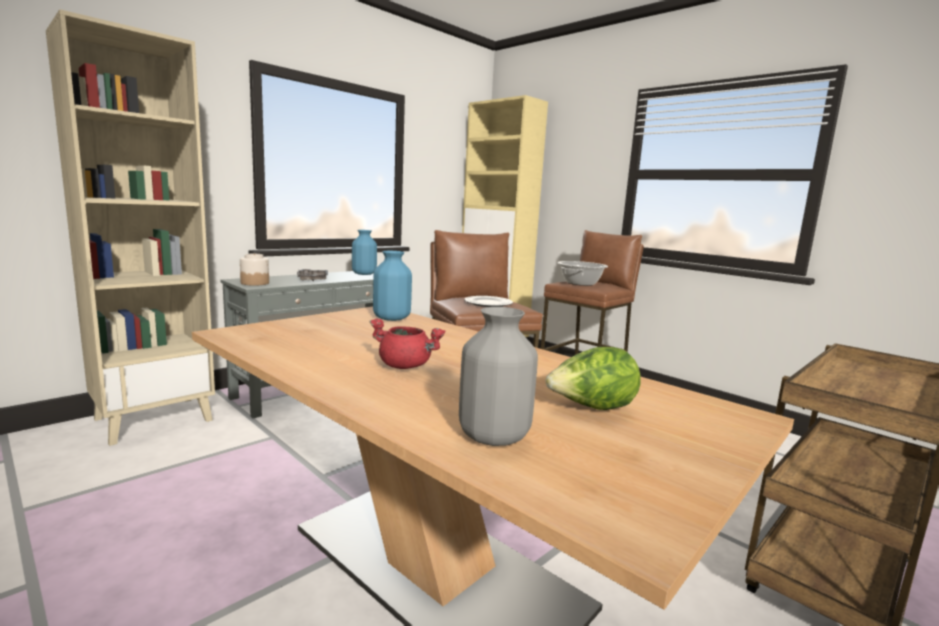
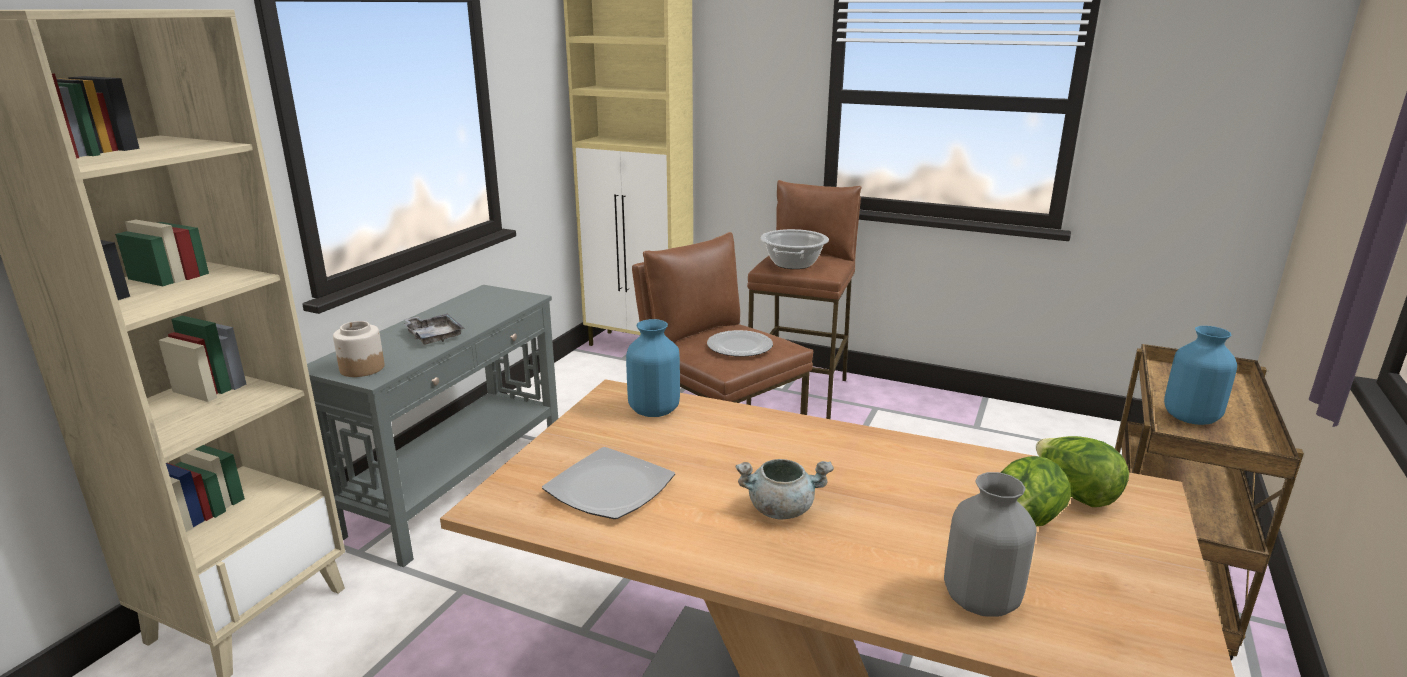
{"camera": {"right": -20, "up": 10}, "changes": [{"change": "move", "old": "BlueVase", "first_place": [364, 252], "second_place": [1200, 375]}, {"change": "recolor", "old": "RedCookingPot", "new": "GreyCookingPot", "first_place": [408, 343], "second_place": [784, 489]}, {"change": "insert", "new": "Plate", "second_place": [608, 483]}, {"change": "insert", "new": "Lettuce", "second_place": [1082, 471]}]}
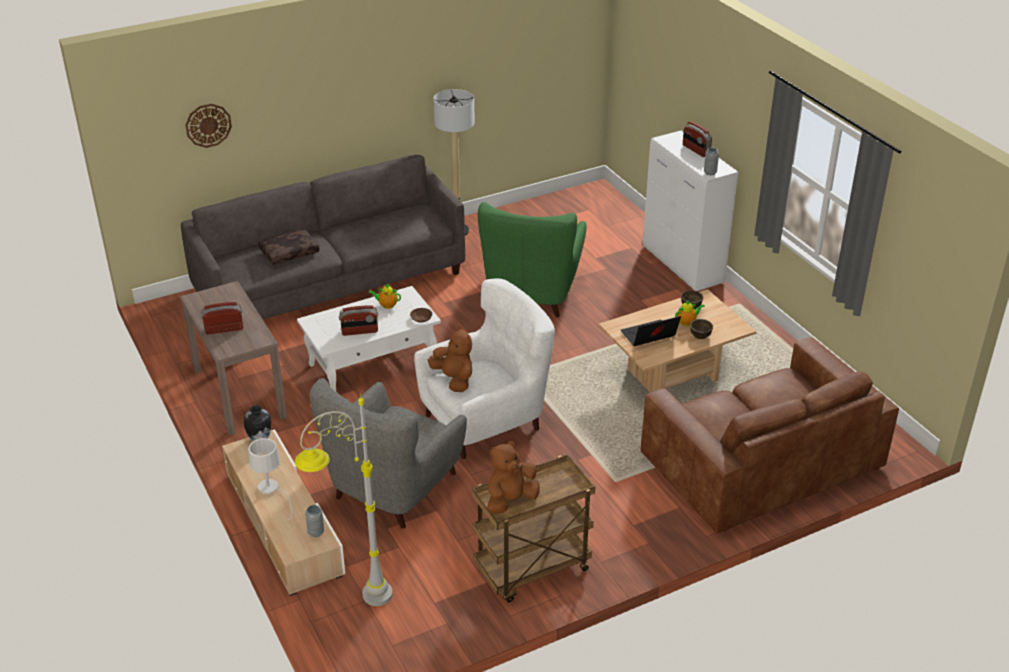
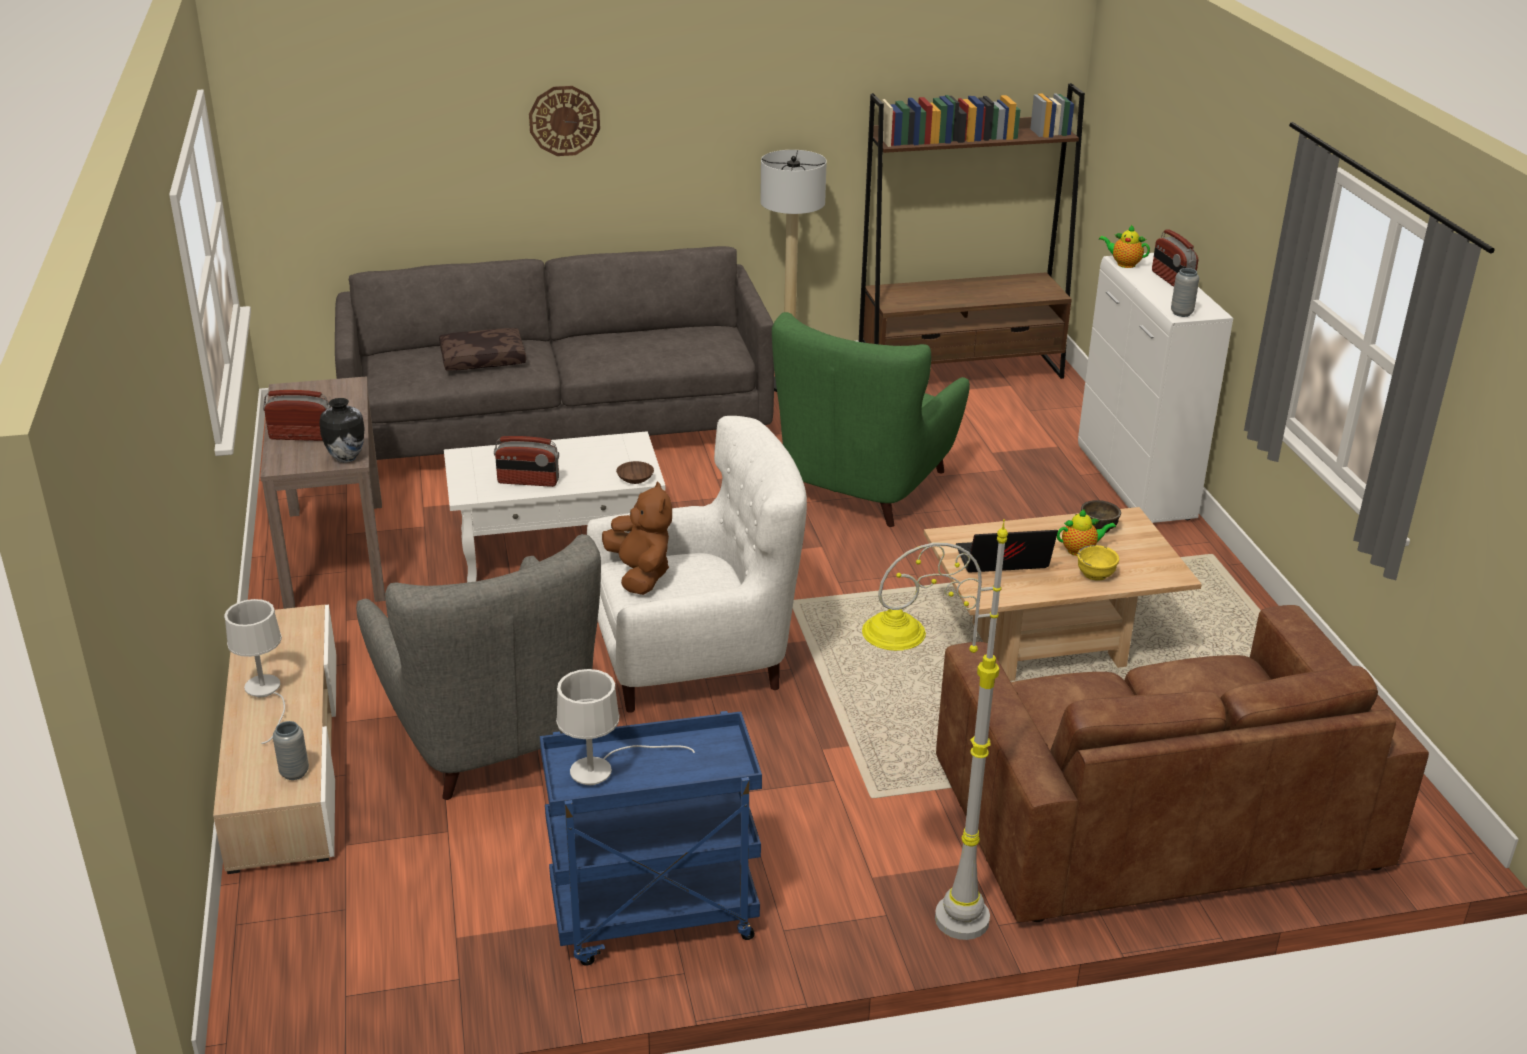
{"camera": {"right": 15, "up": -5}, "changes": [{"change": "move", "old": "WallClock", "first_place": [208, 126], "second_place": [564, 121]}, {"change": "move", "old": "Vase", "first_place": [257, 423], "second_place": [341, 430]}, {"change": "move", "old": "GreyFloorLamp", "first_place": [344, 500], "second_place": [935, 729]}, {"change": "rotate", "old": "GreyArmchair", "first_place": [388, 453], "second_place": [478, 667], "degrees": -75}, {"change": "move", "old": "Teapot", "first_place": [384, 296], "second_place": [1124, 246]}, {"change": "recolor", "old": "BrownCart", "new": "BlueCart", "first_place": [533, 528], "second_place": [651, 838]}, {"change": "replace", "old": "BrownPlushToy", "new": "WhiteTableLamp", "first_place": [513, 477], "second_place": [625, 727]}, {"change": "recolor", "old": "BrownBowl", "new": "YellowBowl", "first_place": [701, 329], "second_place": [1098, 563]}, {"change": "insert", "new": "BrownBookcase", "second_place": [972, 231]}]}
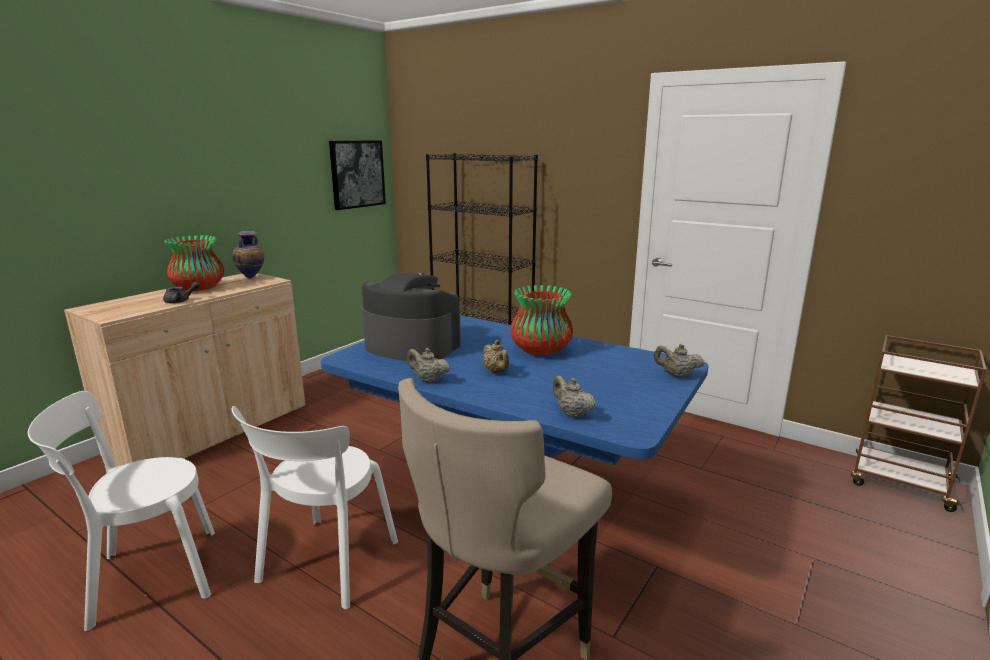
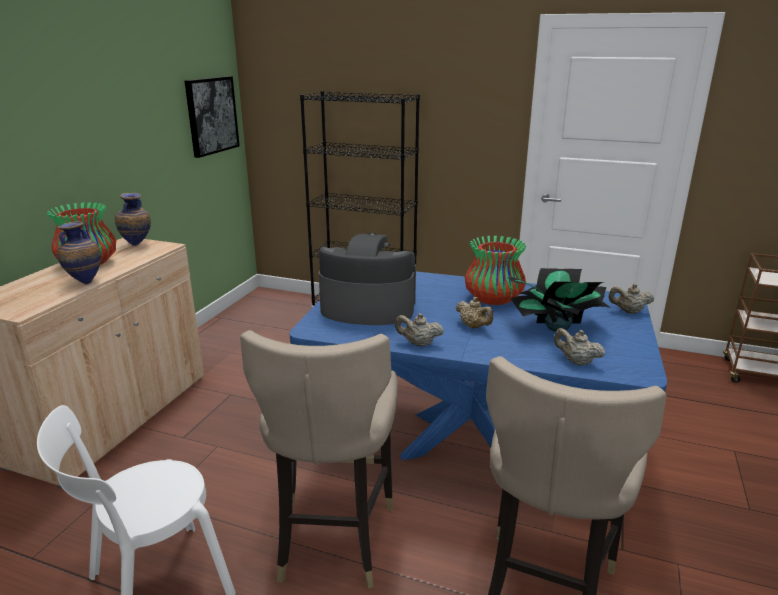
{"camera": {"right": -15, "up": 5}, "changes": [{"change": "replace", "old": "GreyTeapot", "new": "Vase", "first_place": [181, 292], "second_place": [79, 253]}, {"change": "replace", "old": "WhiteChair", "new": "BeigeStool", "first_place": [315, 507], "second_place": [319, 459]}, {"change": "insert", "new": "PottedPlant", "second_place": [560, 300]}]}
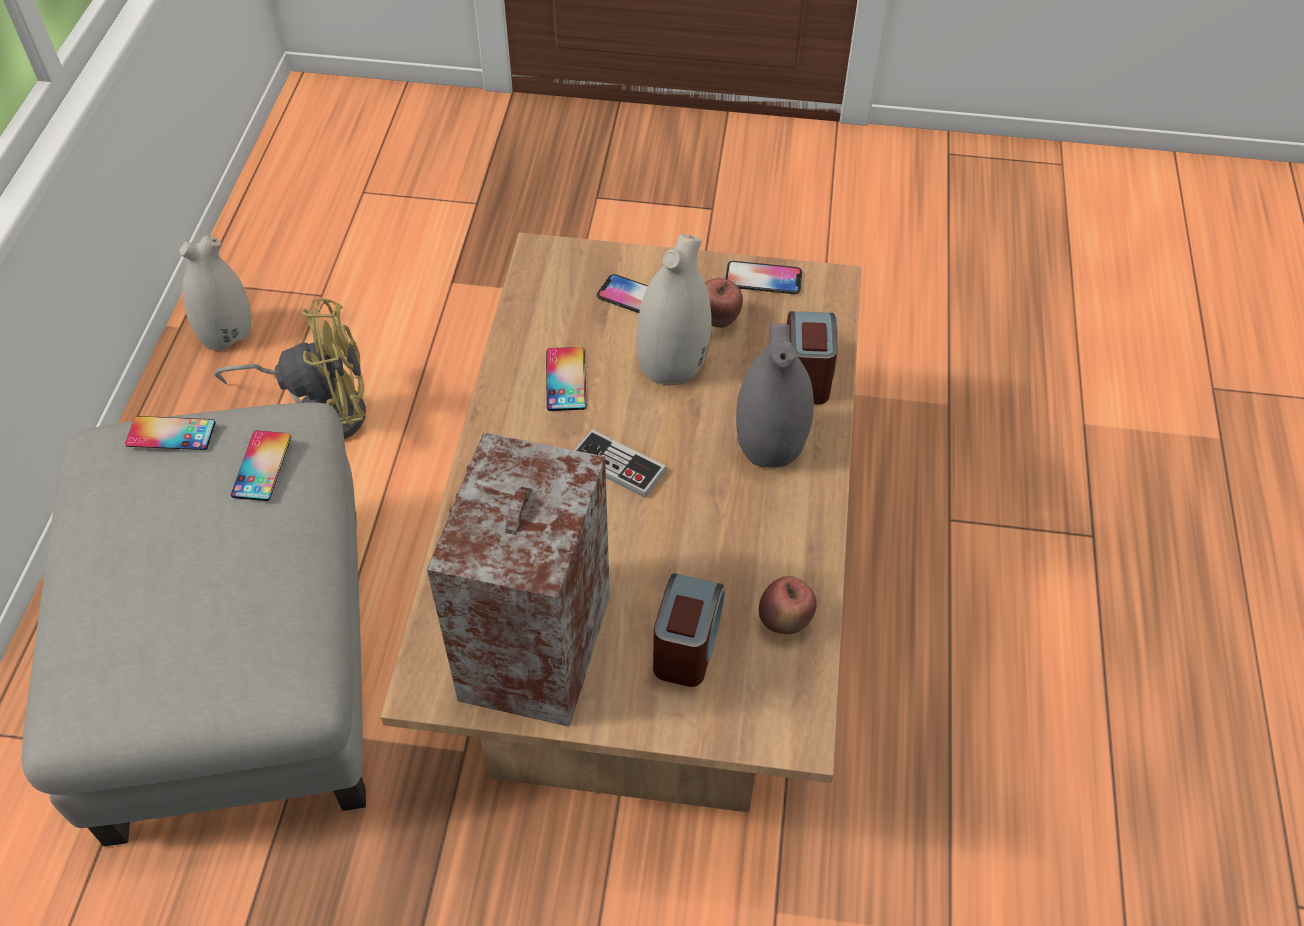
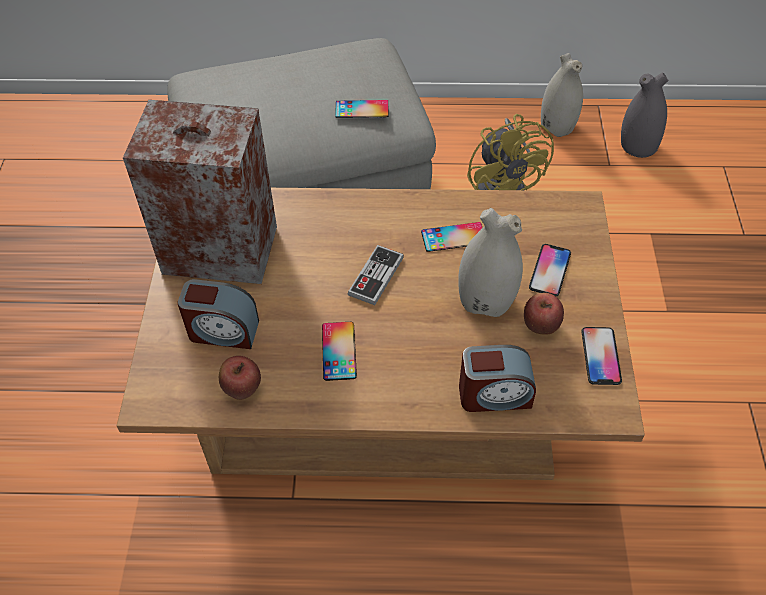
{"camera": {"right": 85, "up": 0}, "changes": [{"change": "move", "old": "Phone", "first_place": [170, 433], "second_place": [339, 351]}, {"change": "move", "old": "GreyVase", "first_place": [775, 396], "second_place": [645, 115]}]}
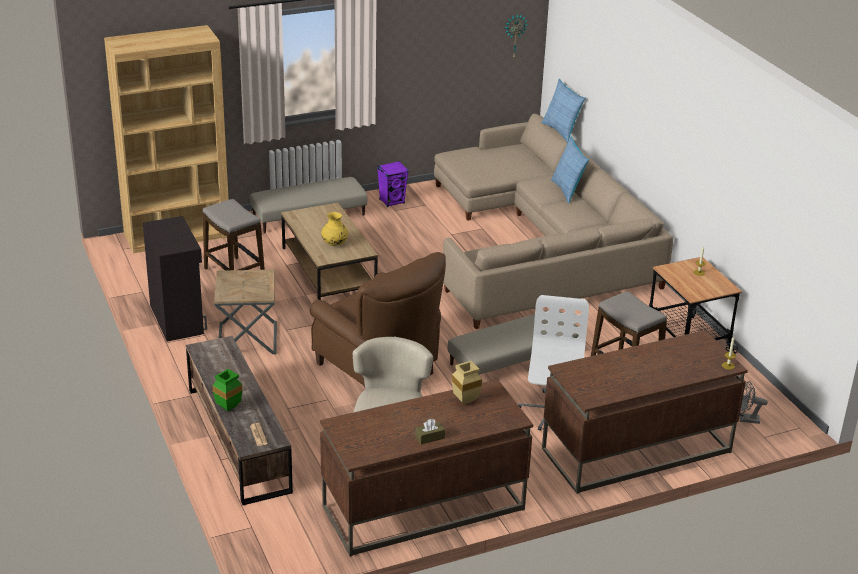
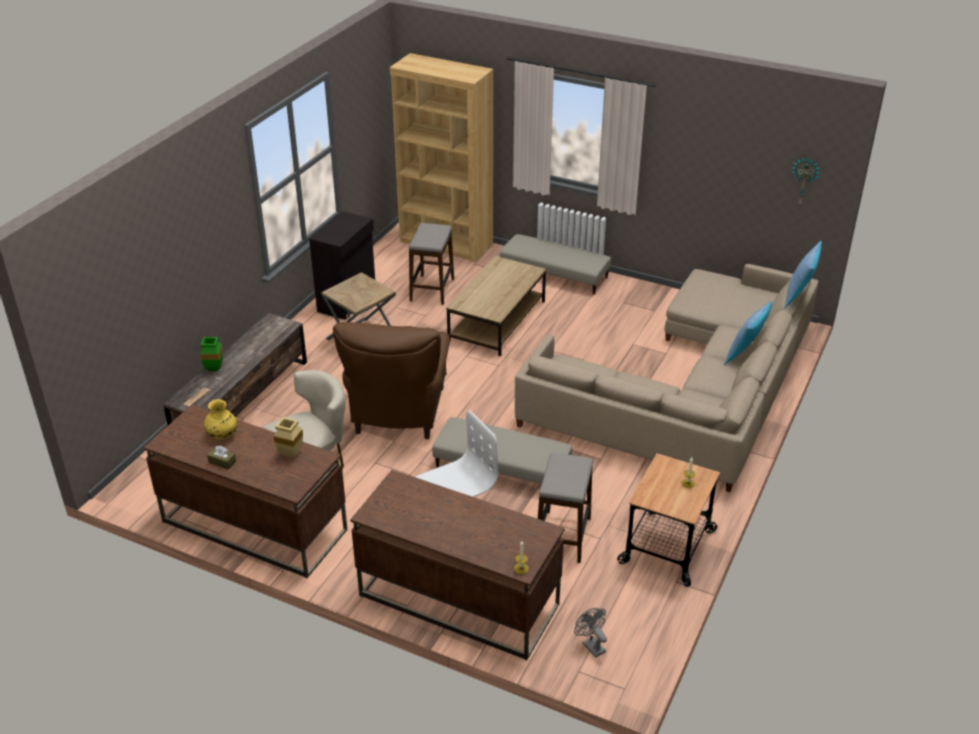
{"camera": {"right": 50, "up": 5}, "changes": [{"change": "move", "old": "YellowVase", "first_place": [334, 229], "second_place": [220, 419]}, {"change": "delete", "old": "PurpleSpeaker", "first_place": [393, 184]}]}
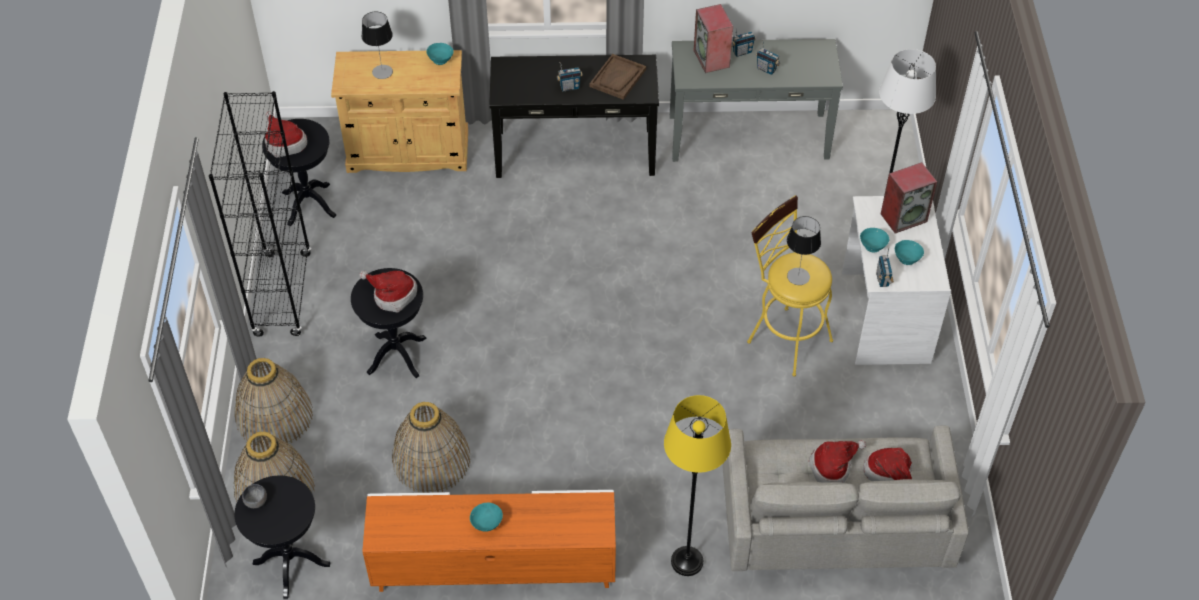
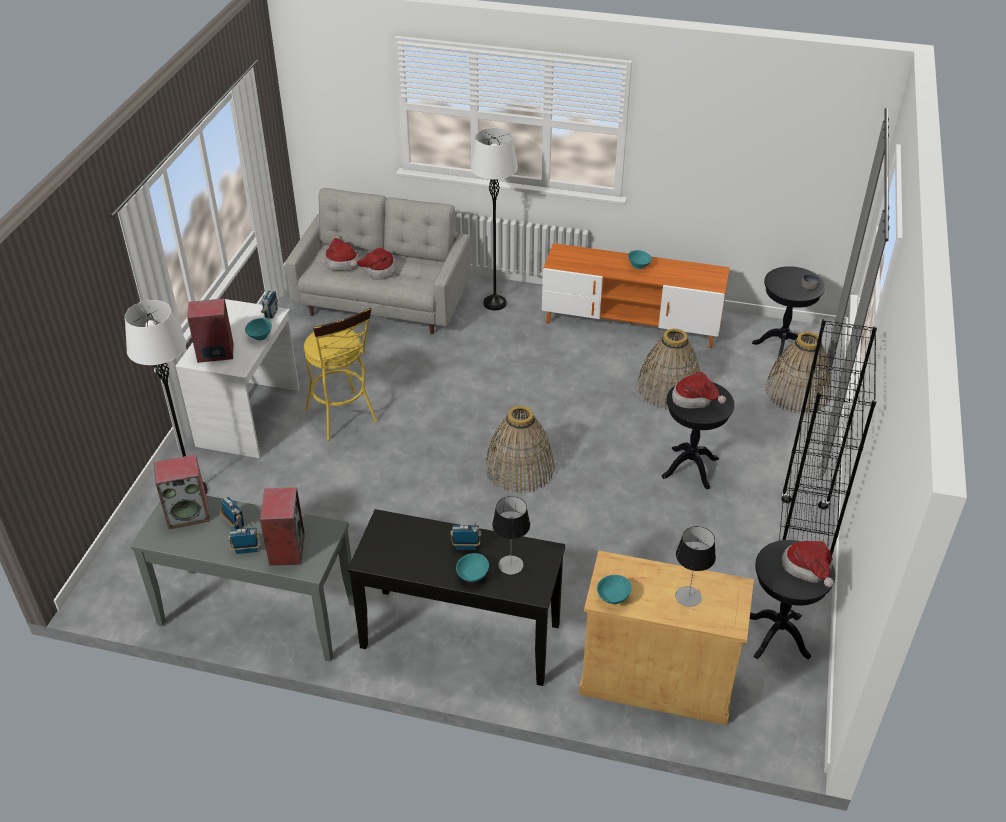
{"camera": {"right": -165, "up": -10}, "changes": [{"change": "move", "old": "Basket", "first_place": [274, 403], "second_place": [520, 449]}, {"change": "delete", "old": "BrownTray", "first_place": [618, 77]}, {"change": "recolor", "old": "YellowFloorLamp", "new": "WhiteFloorLamp", "first_place": [697, 485], "second_place": [494, 219]}, {"change": "move", "old": "TableLamp", "first_place": [804, 250], "second_place": [511, 535]}, {"change": "move", "old": "TurquoiseBowl", "first_place": [909, 252], "second_place": [472, 567]}, {"change": "insert", "new": "Speaker", "second_place": [182, 491]}]}
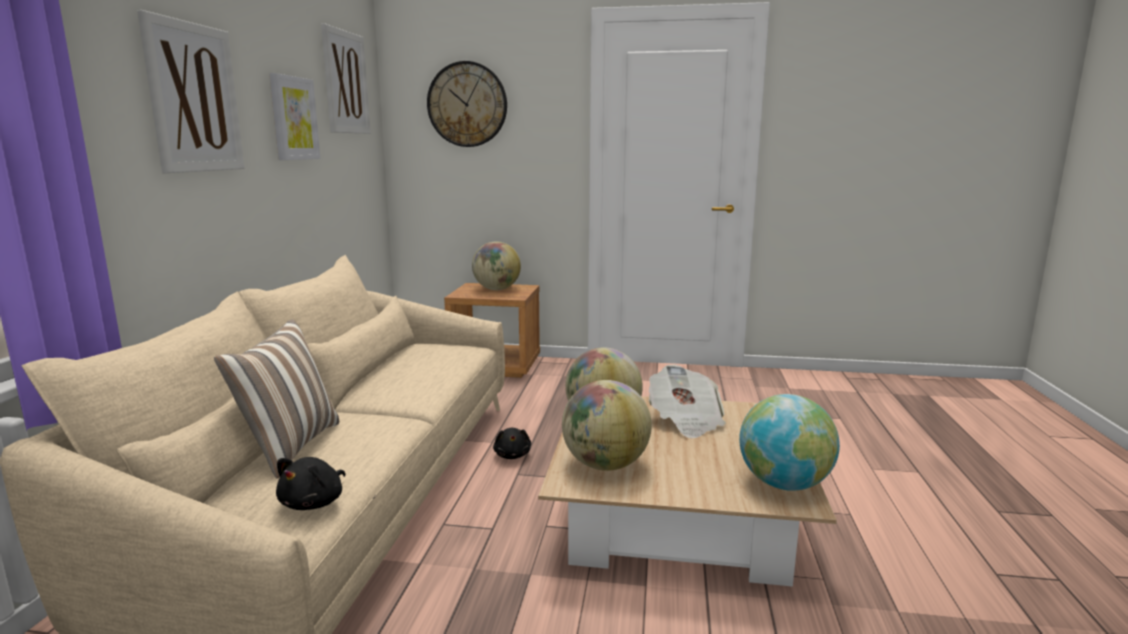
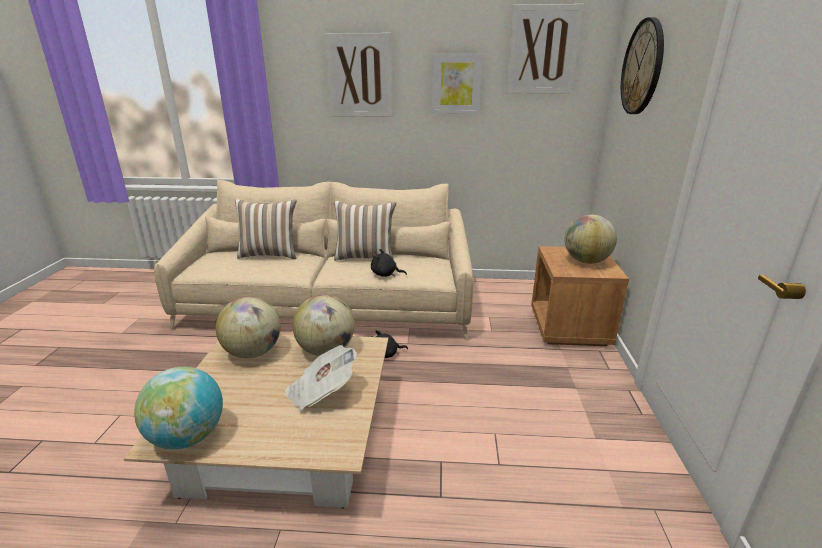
{"camera": {"right": 85, "up": 10}, "changes": [{"change": "move", "old": "BlackPlushToy", "first_place": [310, 483], "second_place": [389, 263]}, {"change": "insert", "new": "Pillow", "second_place": [365, 231]}]}
